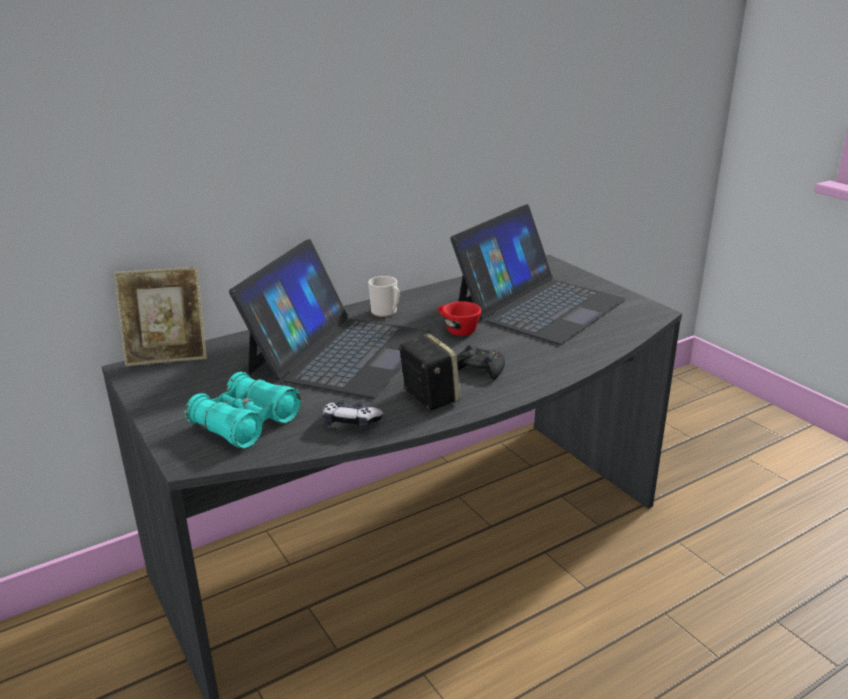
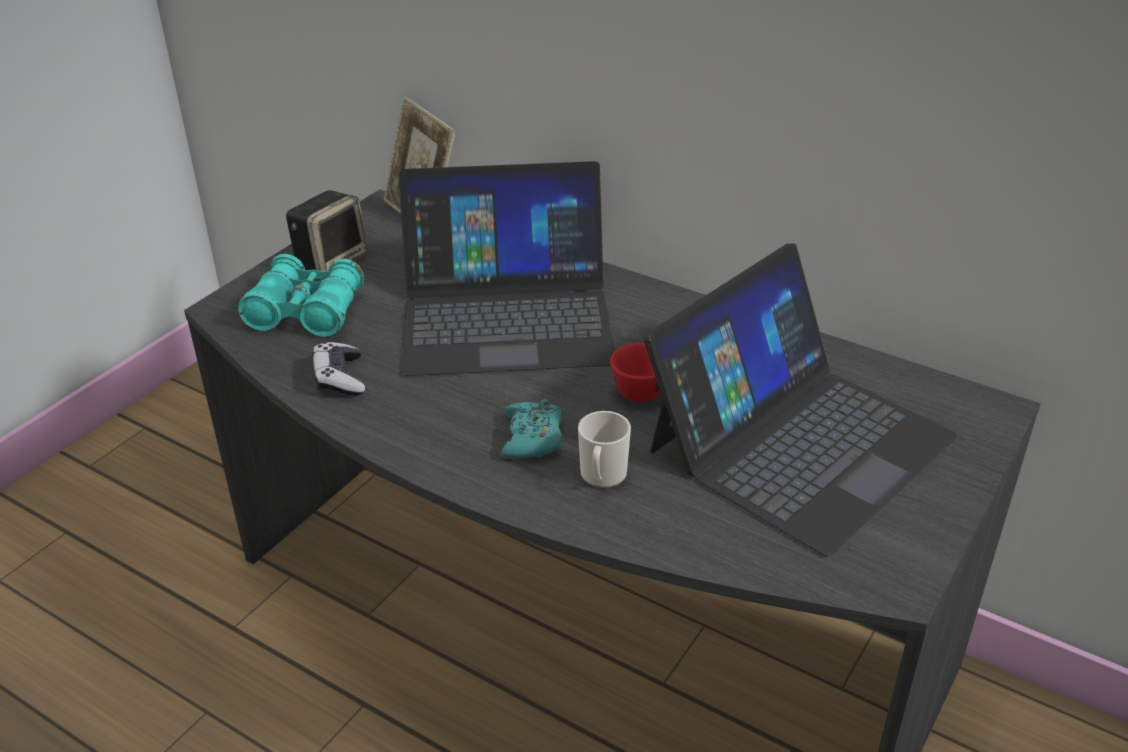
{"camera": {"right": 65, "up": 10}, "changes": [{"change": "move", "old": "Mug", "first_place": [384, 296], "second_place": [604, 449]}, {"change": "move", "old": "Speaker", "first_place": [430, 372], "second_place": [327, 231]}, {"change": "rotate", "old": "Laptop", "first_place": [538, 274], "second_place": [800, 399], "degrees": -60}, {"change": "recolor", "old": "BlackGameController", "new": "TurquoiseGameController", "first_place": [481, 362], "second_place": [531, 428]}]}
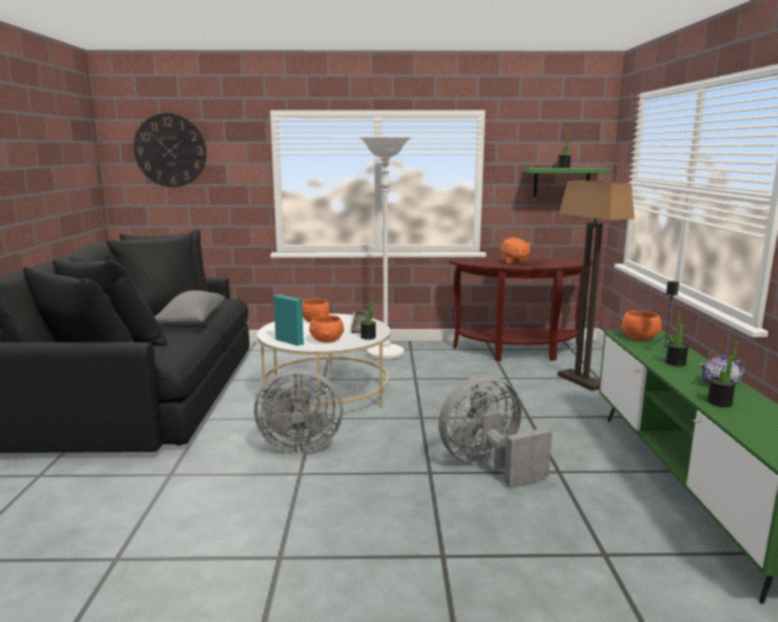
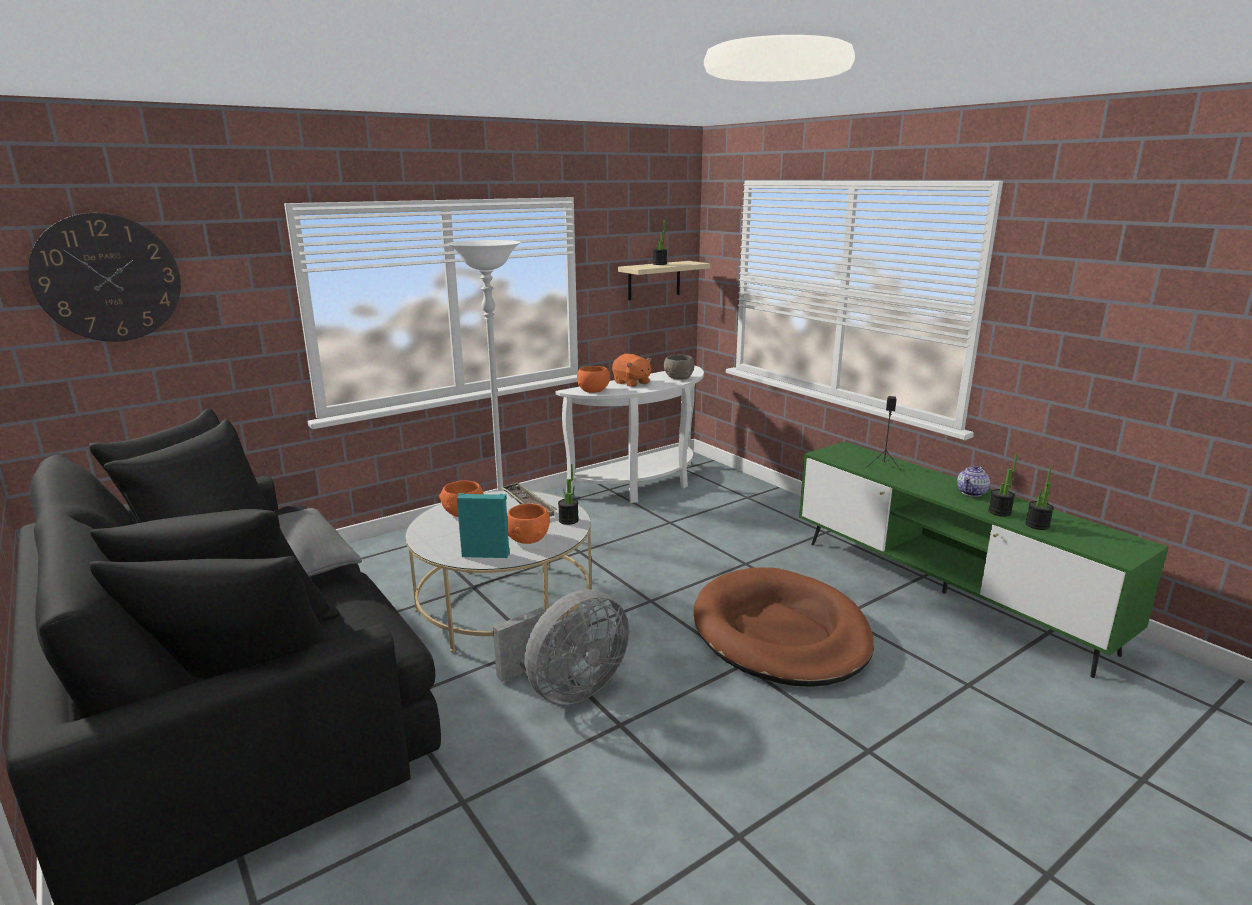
{"camera": {"right": -35, "up": 5}, "changes": [{"change": "replace", "old": "GreyFan", "new": "BrownDogBed", "first_place": [495, 431], "second_place": [783, 627]}, {"change": "recolor", "old": "BrownConsoleTable", "new": "WhiteConsoleTable", "first_place": [521, 310], "second_place": [629, 434]}, {"change": "recolor", "old": "GreenShelf", "new": "BeigeShelf", "first_place": [567, 182], "second_place": [664, 280]}, {"change": "delete", "old": "FloorLamp", "first_place": [596, 286]}, {"change": "move", "old": "OrangeBowl", "first_place": [641, 326], "second_place": [593, 379]}, {"change": "move", "old": "PottedPlant", "first_place": [677, 338], "second_place": [1039, 498]}, {"change": "insert", "new": "GreyBowl", "second_place": [679, 367]}]}
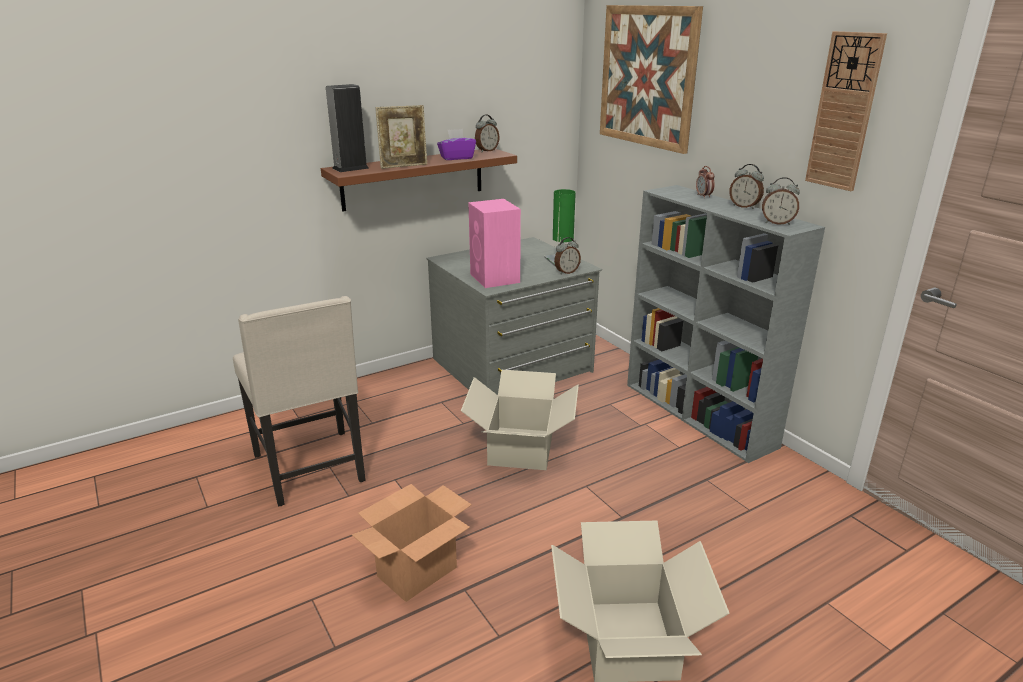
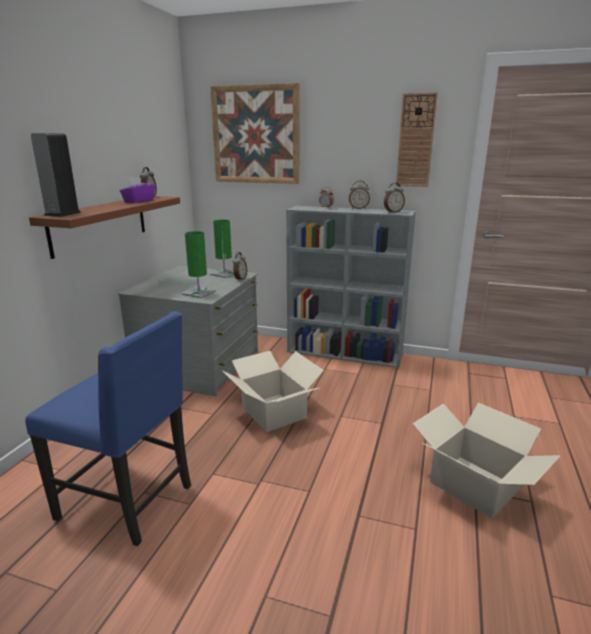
{"camera": {"right": -40, "up": -5}, "changes": [{"change": "recolor", "old": "BeigeChair", "new": "BlueChair", "first_place": [299, 401], "second_place": [108, 428]}, {"change": "delete", "old": "CardboardBox", "first_place": [412, 543]}, {"change": "delete", "old": "PictureFrame", "first_place": [401, 137]}, {"change": "replace", "old": "PinkSpeaker", "new": "GreenTableLamp", "first_place": [494, 243], "second_place": [199, 264]}]}
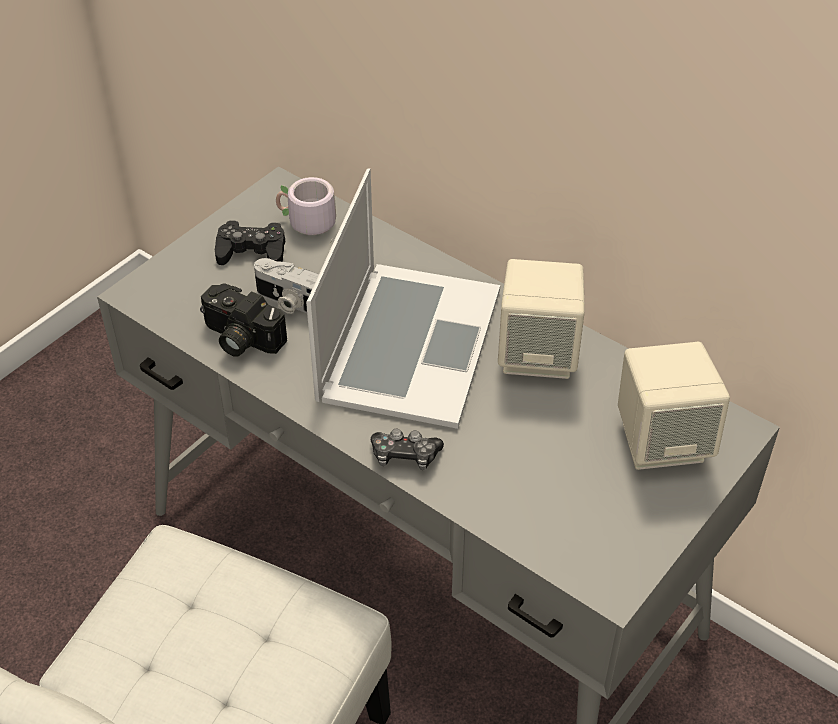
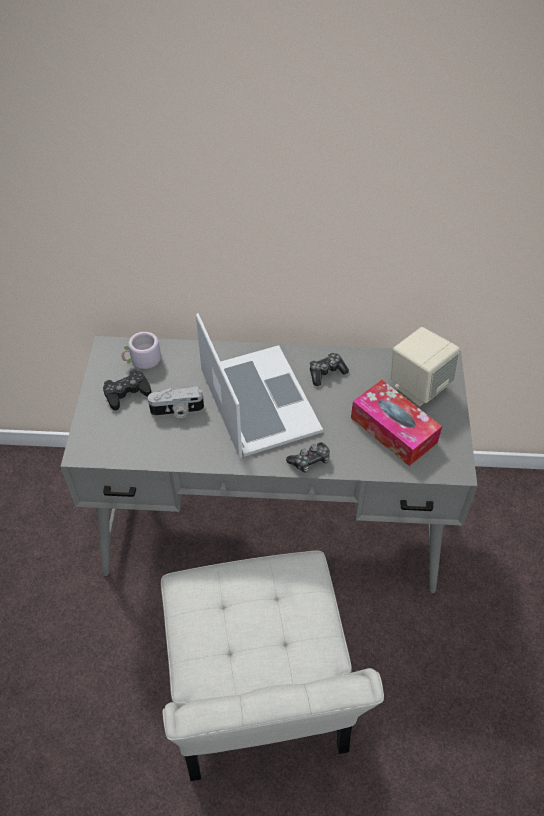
{"camera": {"right": -35, "up": 5}, "changes": [{"change": "delete", "old": "PhotoCamera", "first_place": [243, 320]}, {"change": "replace", "old": "BeigeSpeaker", "new": "GameController", "first_place": [541, 319], "second_place": [329, 369]}, {"change": "insert", "new": "TissueBox", "second_place": [396, 423]}]}
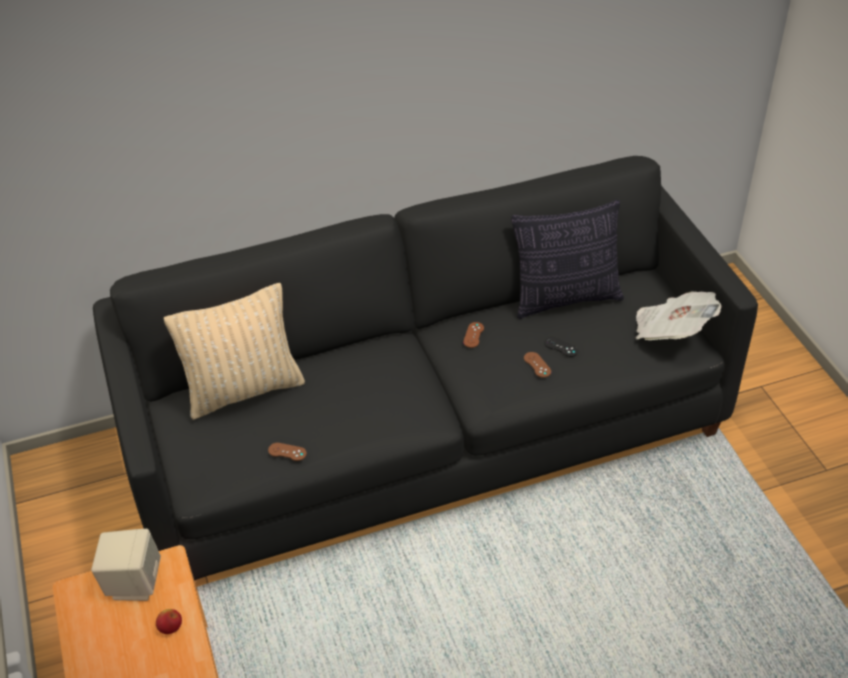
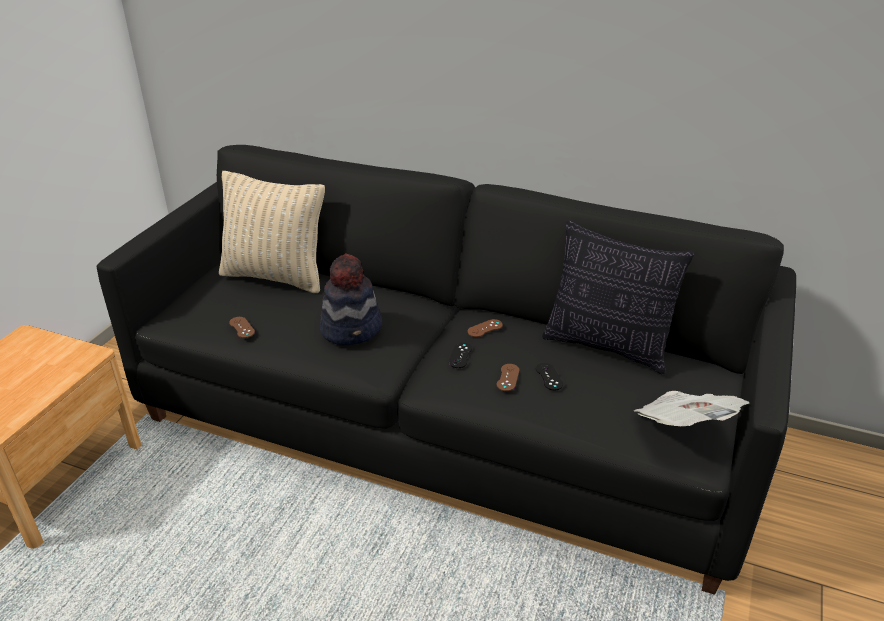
{"camera": {"right": 40, "up": -10}, "changes": [{"change": "delete", "old": "BeigeSpeaker", "first_place": [126, 565]}, {"change": "delete", "old": "Apple", "first_place": [169, 621]}, {"change": "insert", "new": "Hat", "second_place": [351, 299]}, {"change": "insert", "new": "BlackGameController", "second_place": [460, 355]}]}
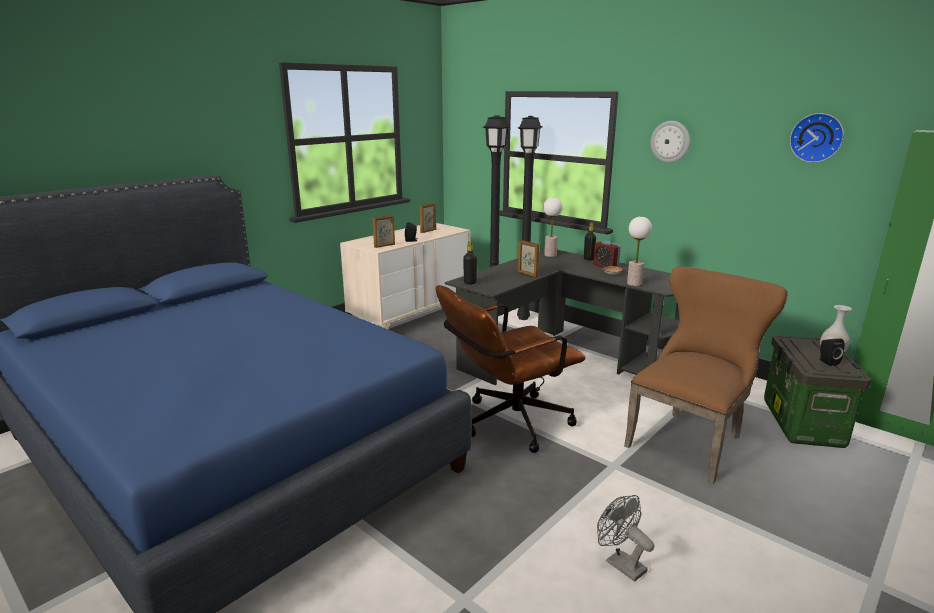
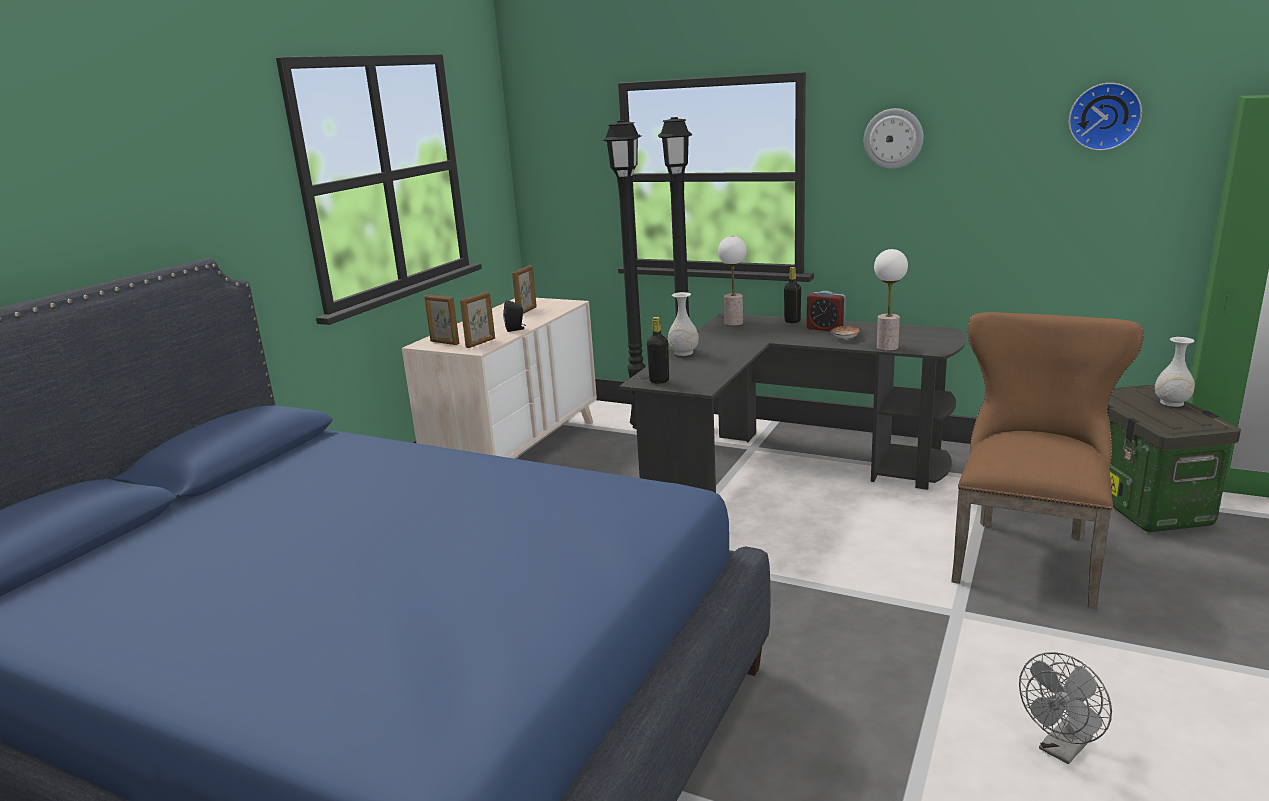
{"camera": {"right": -15, "up": 0}, "changes": [{"change": "delete", "old": "BrownOfficeChair", "first_place": [511, 369]}, {"change": "move", "old": "PictureFrame", "first_place": [529, 259], "second_place": [441, 319]}, {"change": "rotate", "old": "GreyFan", "first_place": [625, 538], "second_place": [1065, 708], "degrees": -75}, {"change": "delete", "old": "BlackSpeaker", "first_place": [832, 352]}, {"change": "insert", "new": "WhiteVase", "second_place": [683, 324]}]}
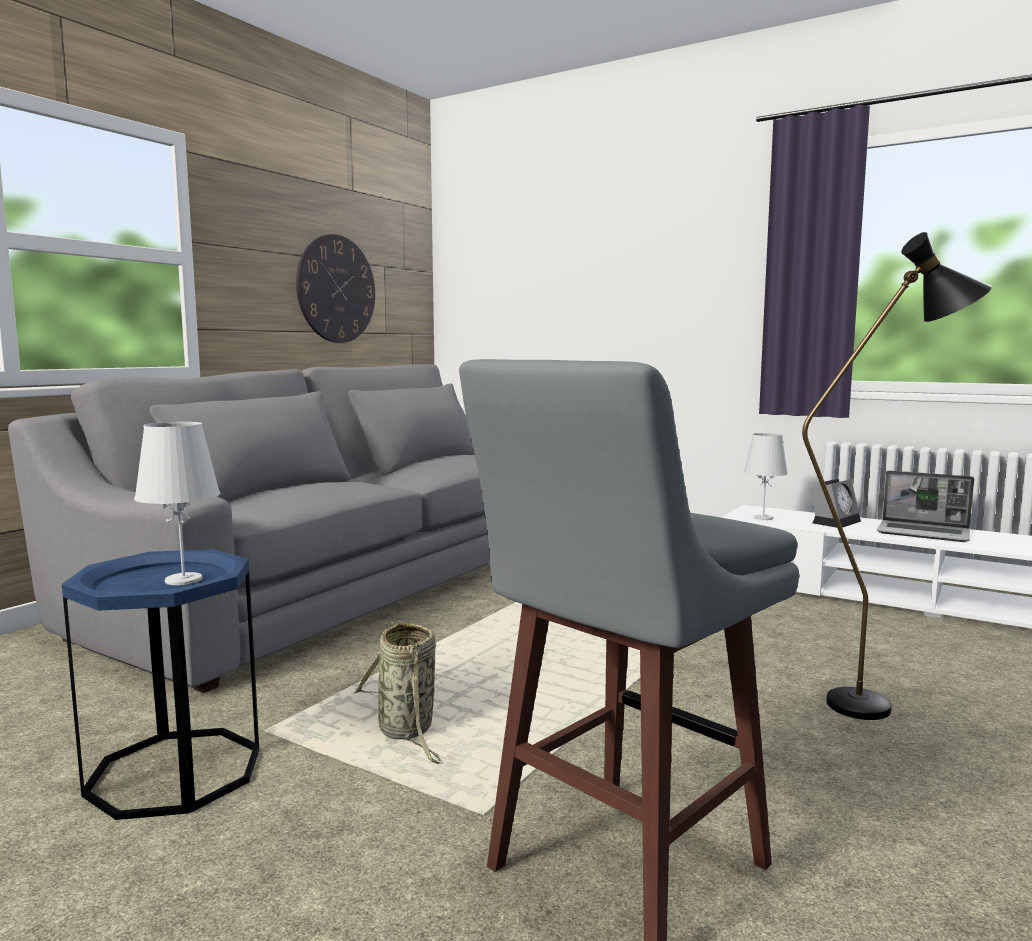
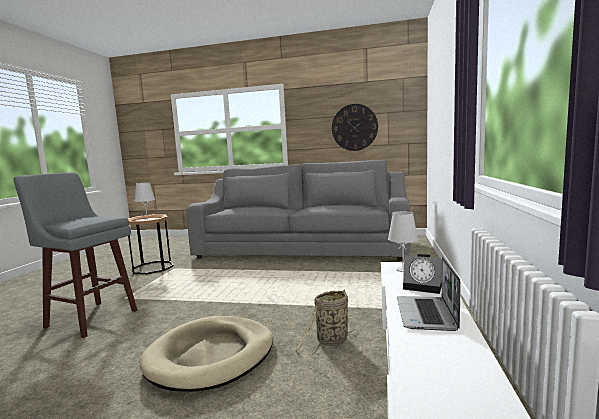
{"camera": {"right": 70, "up": 0}, "changes": [{"change": "recolor", "old": "BlueSideTable", "new": "BrownSideTable", "first_place": [160, 684], "second_place": [150, 244]}, {"change": "move", "old": "Basket", "first_place": [397, 692], "second_place": [325, 323]}, {"change": "replace", "old": "BlackFloorLamp", "new": "BeigeDogBed", "first_place": [897, 476], "second_place": [206, 354]}]}
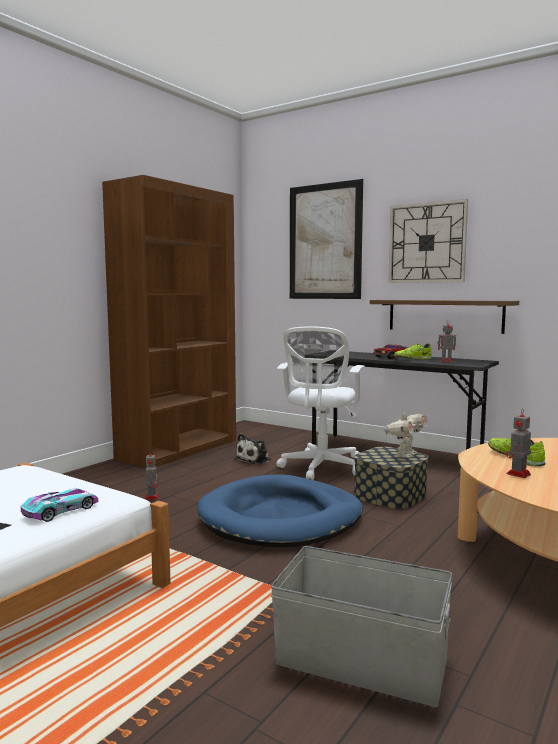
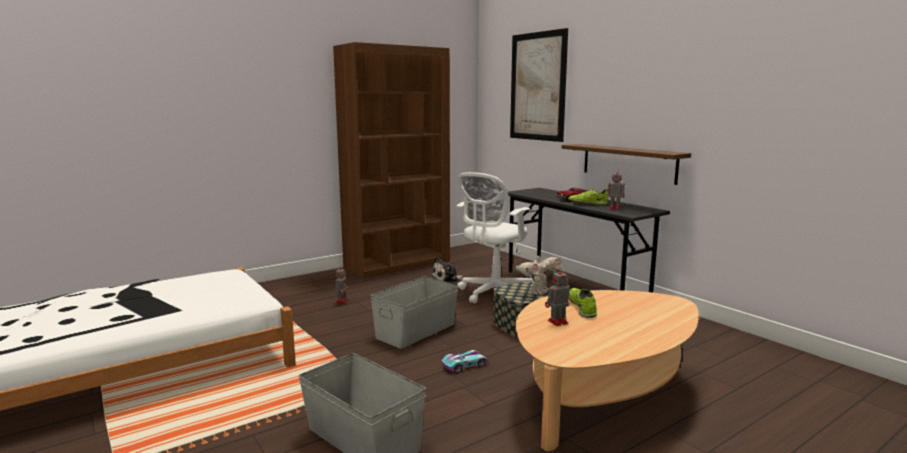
{"camera": {"right": 20, "up": 5}, "changes": [{"change": "move", "old": "ToyCar", "first_place": [59, 505], "second_place": [465, 361]}, {"change": "replace", "old": "BlueDogBed", "new": "GreyStorageBox", "first_place": [280, 510], "second_place": [414, 312]}, {"change": "delete", "old": "WallClock", "first_place": [428, 241]}]}
